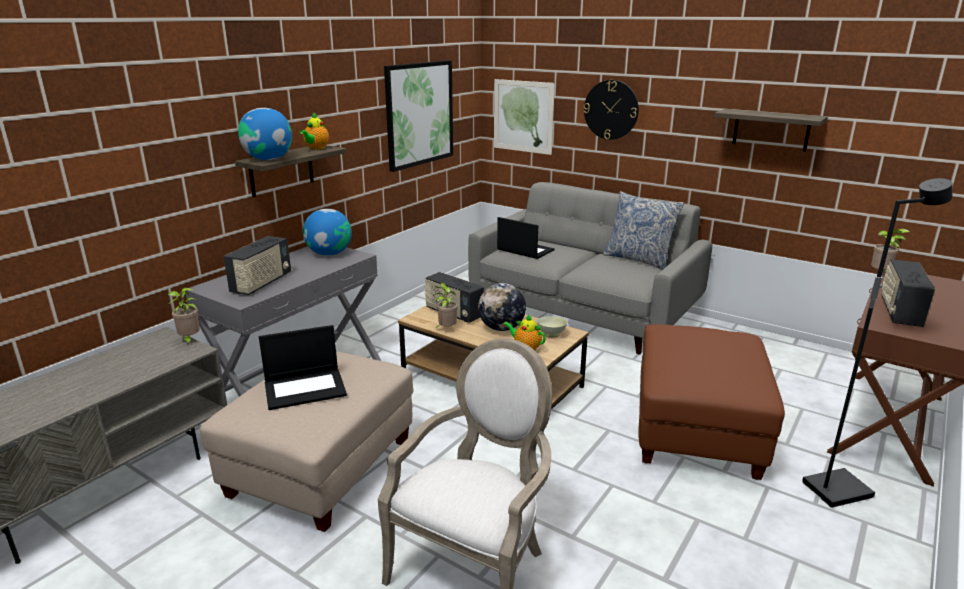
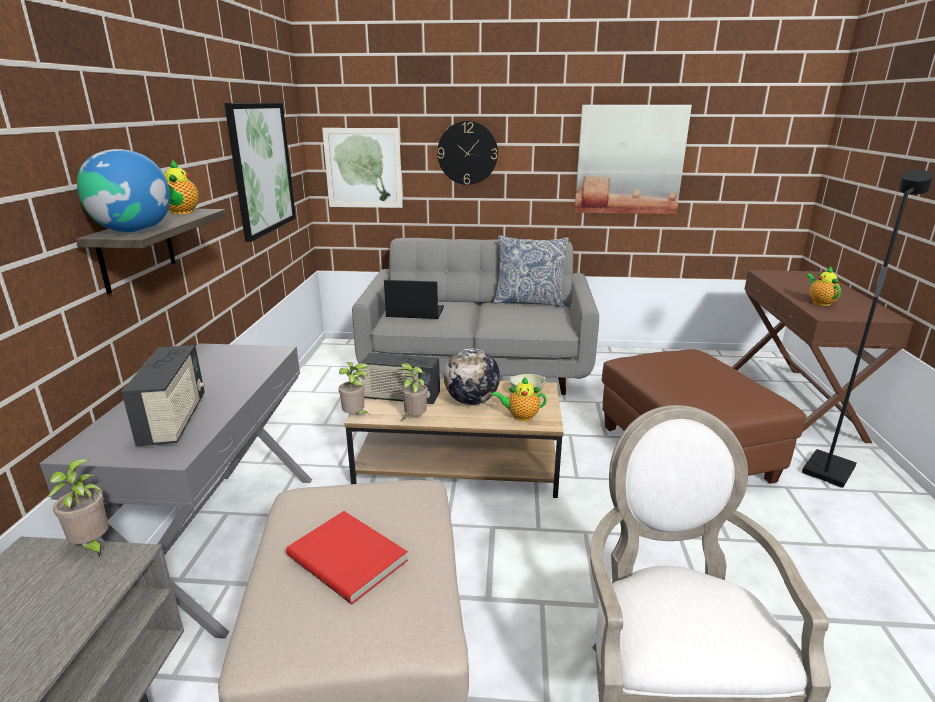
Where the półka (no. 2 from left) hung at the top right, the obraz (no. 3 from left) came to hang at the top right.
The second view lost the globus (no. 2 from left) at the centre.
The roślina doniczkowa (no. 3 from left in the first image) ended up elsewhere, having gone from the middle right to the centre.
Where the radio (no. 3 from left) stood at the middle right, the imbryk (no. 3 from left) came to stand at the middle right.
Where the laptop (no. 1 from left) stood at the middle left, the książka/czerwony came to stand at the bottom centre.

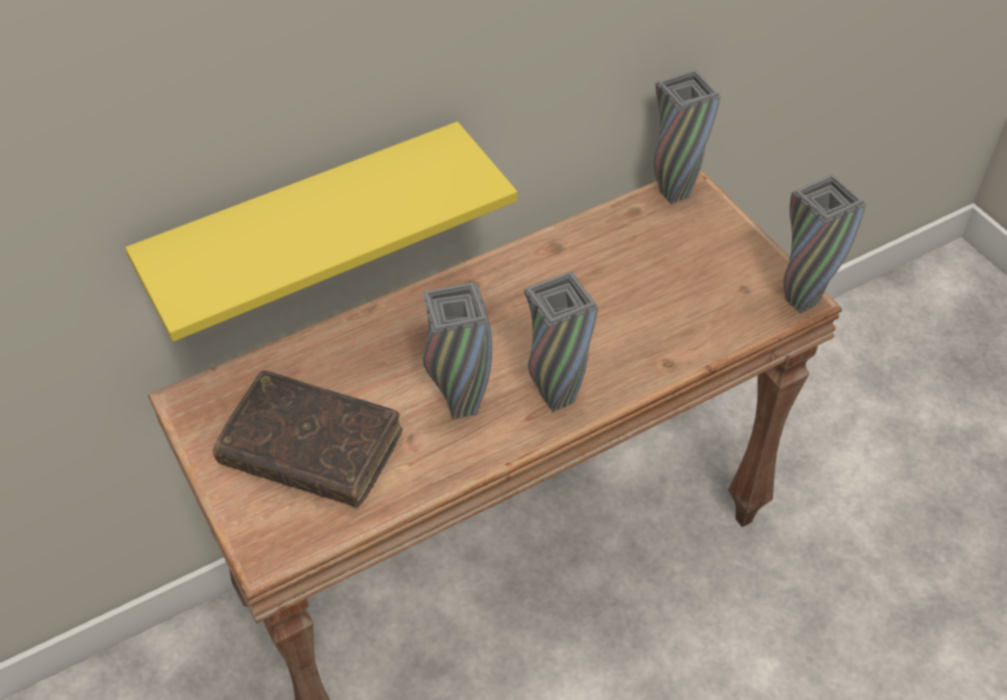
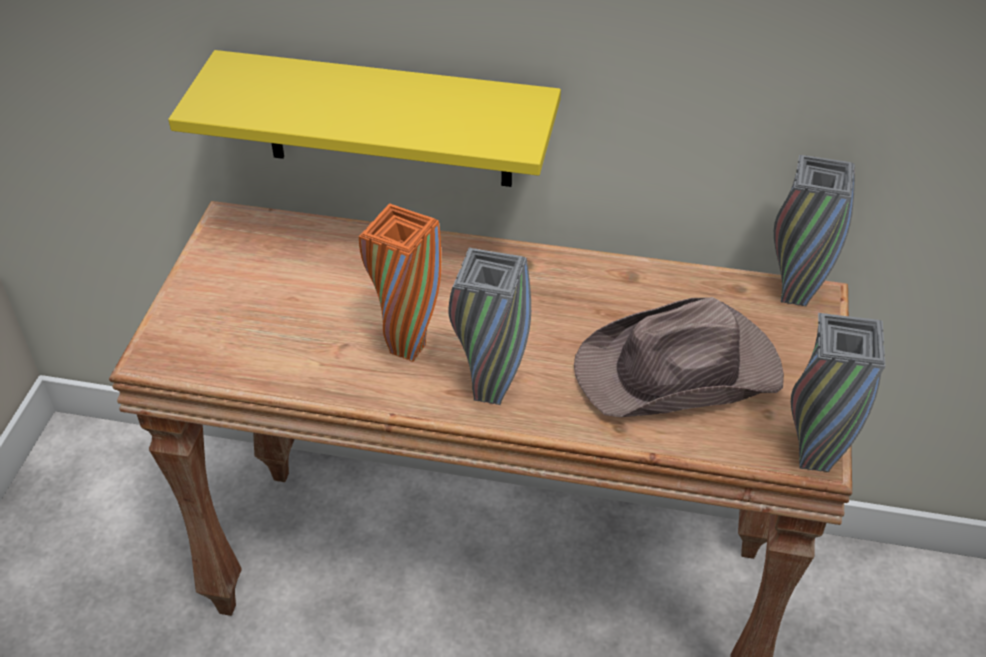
What was the wazon/szary (no. 1 from left) at the centre turned into the wazon/pomarańczowy at the centre.
The second view lost the książka/brązowy at the middle left.
The second view gained the kapelusz/brązowy at the middle right.

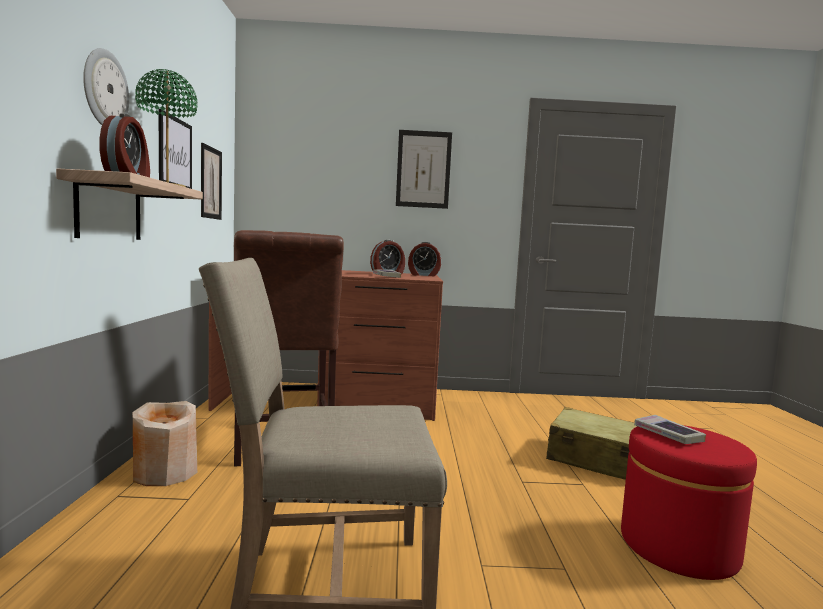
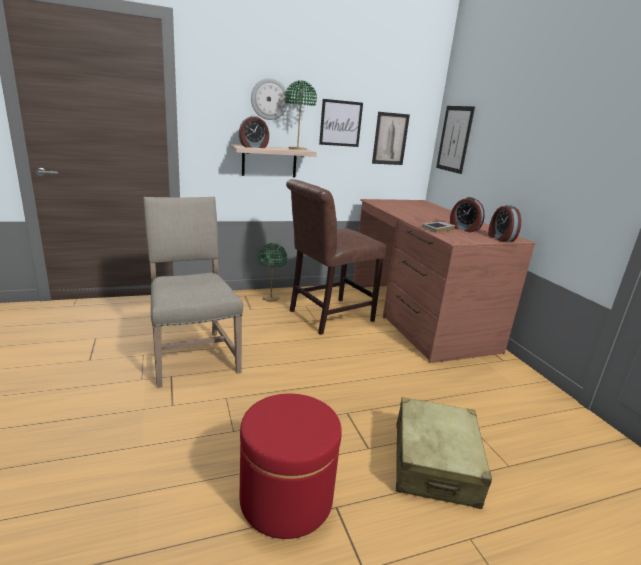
The obraz (no. 3 from left) ended up elsewhere, having gone from the top centre to the top right.
Where the wazon/beżowy stood at the bottom left, the lampa stołowa/zielony (no. 1 from left) came to stand at the centre.
The second view lost the książka (no. 2 from left) at the bottom right.

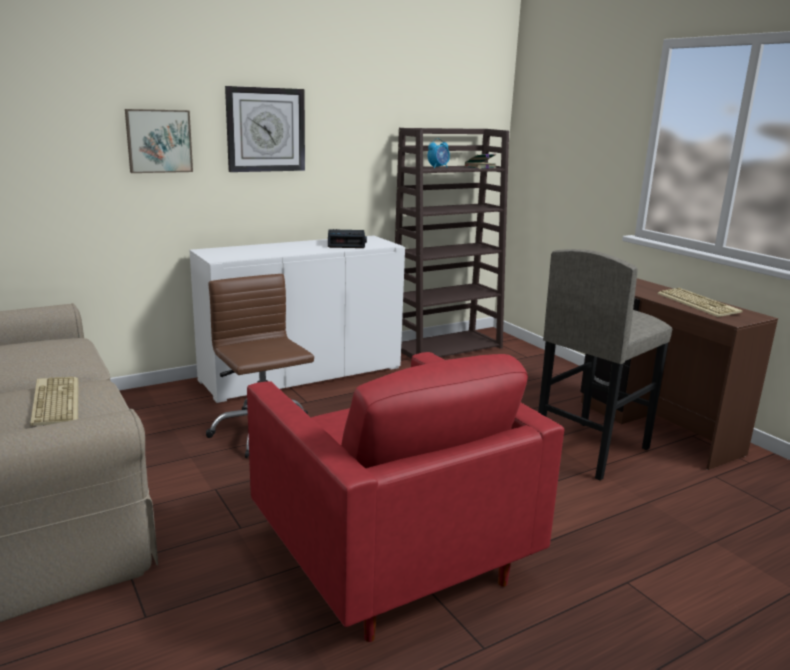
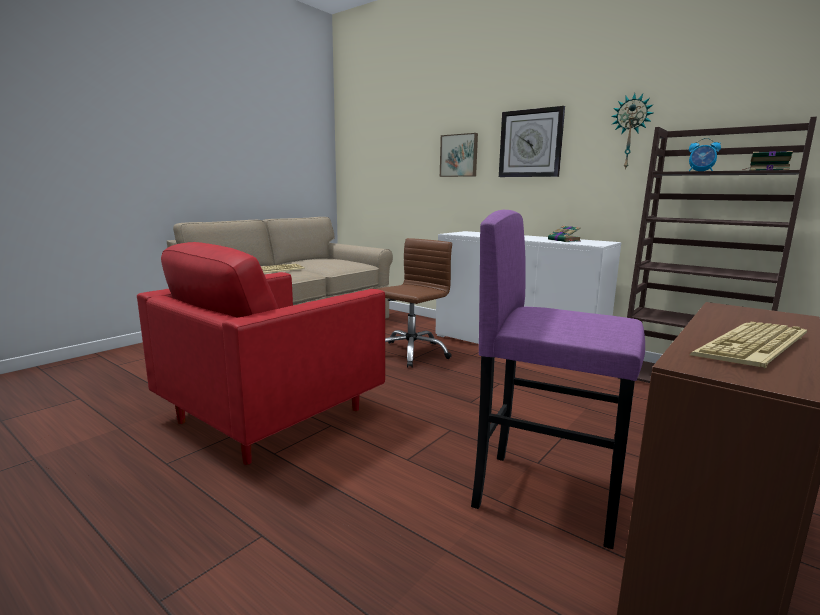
Where the budzik (no. 1 from left) stood at the centre, the książka (no. 1 from left) came to stand at the middle right.
What was the stołek/szary at the middle right turned into the stołek/fioletowy at the middle right.
The second view gained the zegar ścienny (no. 2 from left) at the top right.

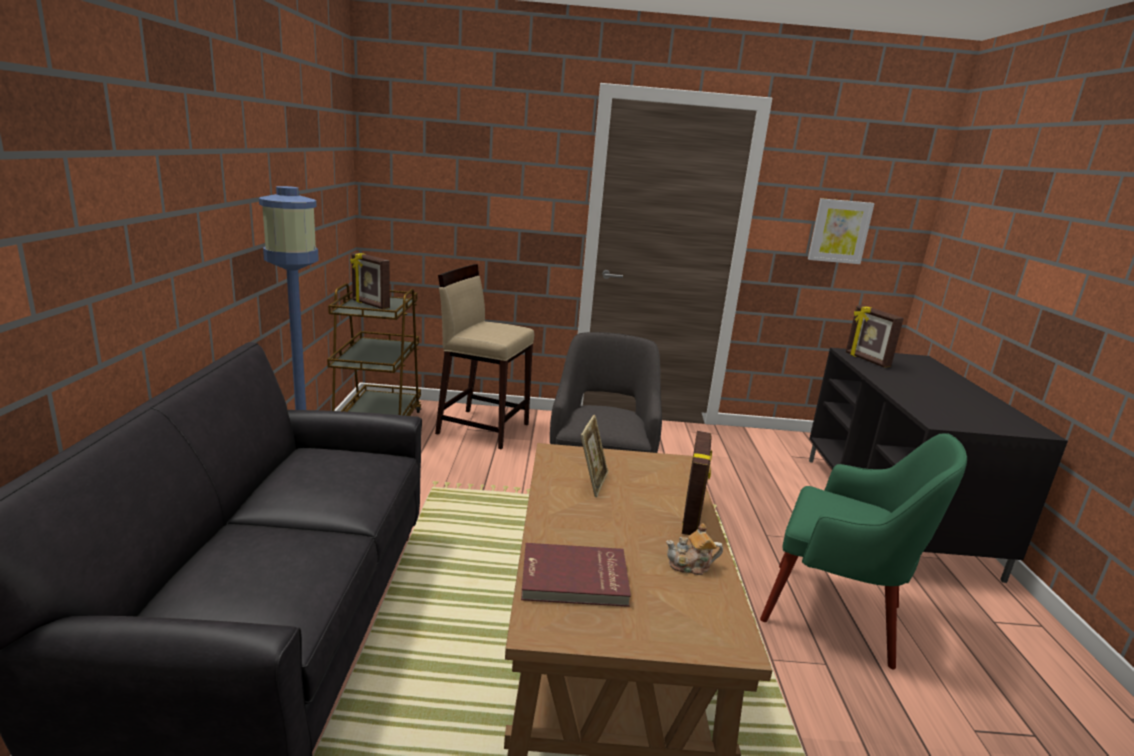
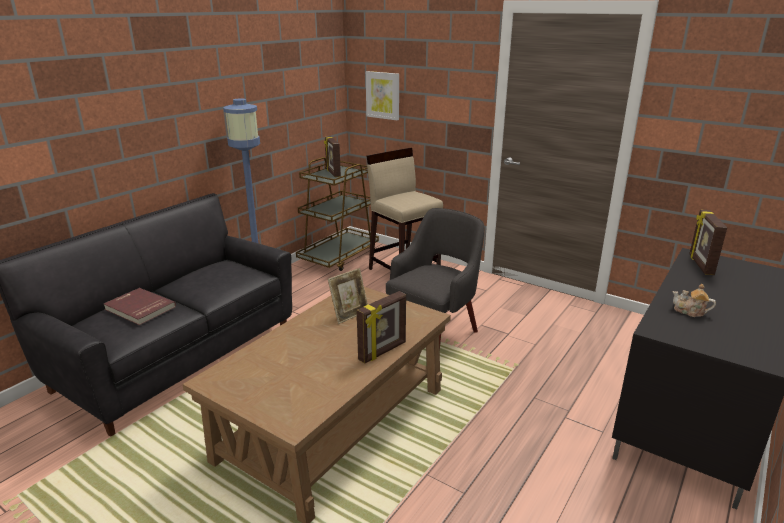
The obraz ended up elsewhere, having gone from the top right to the top centre.
The second view lost the fotel/zielony at the bottom right.
The imbryk ended up elsewhere, having gone from the bottom centre to the middle right.
The książka/czerwony ended up elsewhere, having gone from the bottom centre to the middle left.

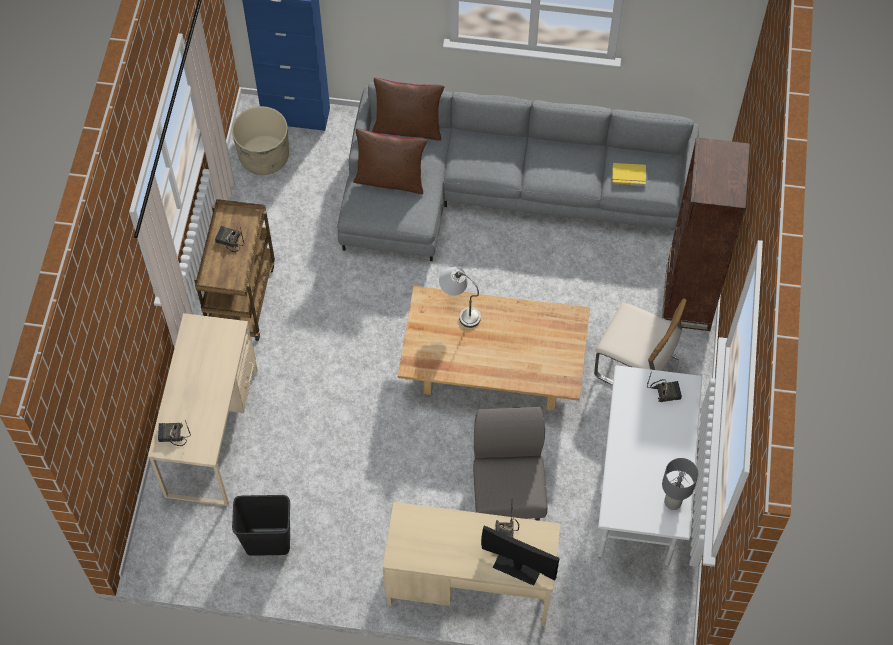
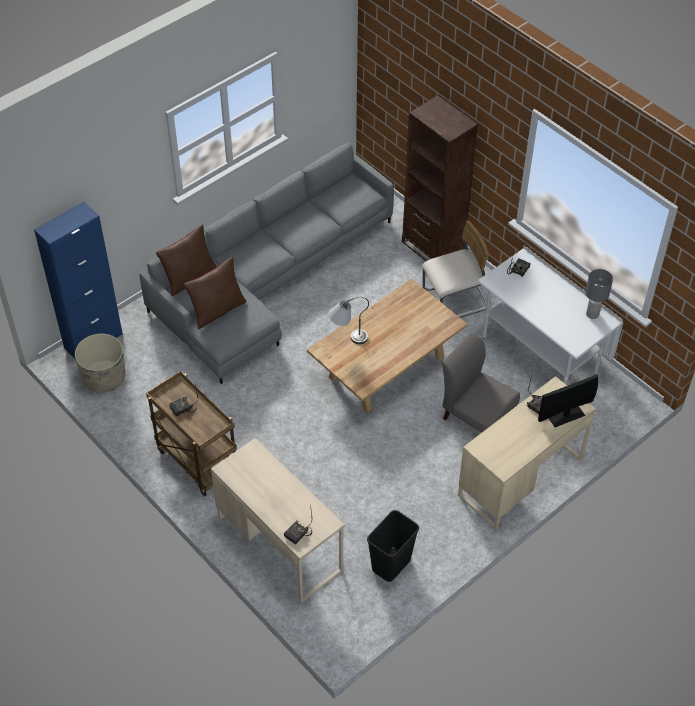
The second view lost the książka/żółty at the top right.

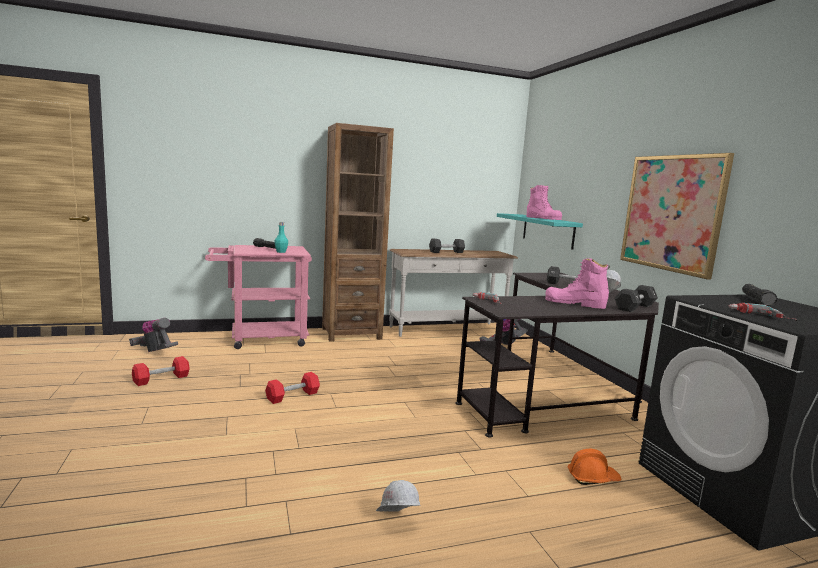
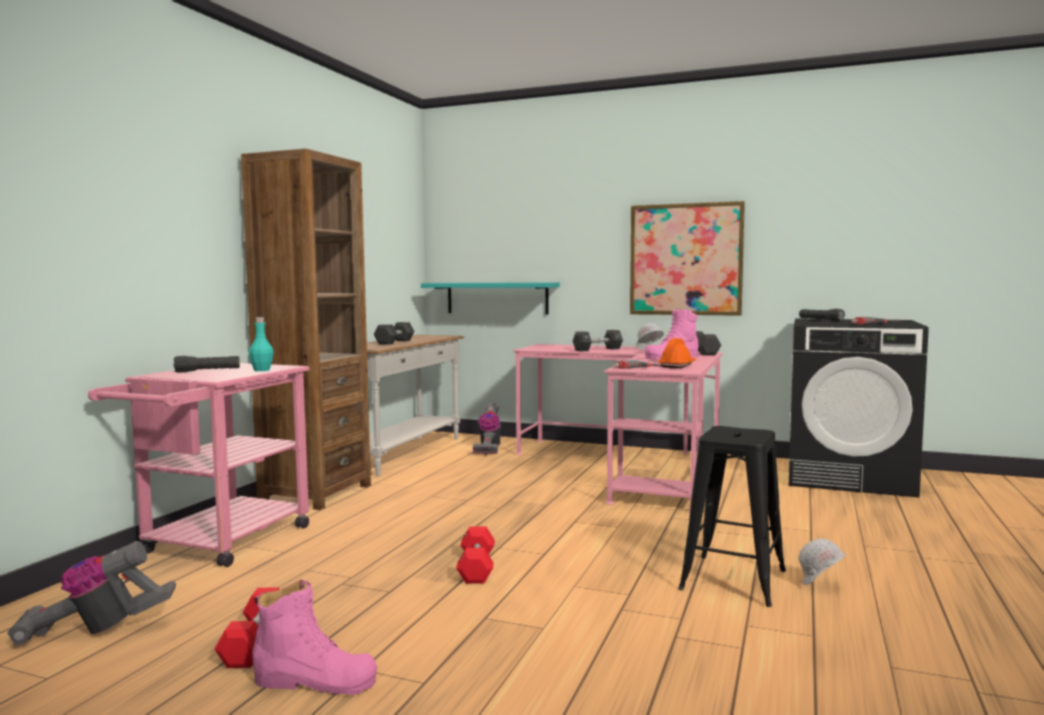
The but z cholewką/różowy (no. 1 from left) ended up elsewhere, having gone from the centre to the bottom left.
What was the biurko/czarny at the middle right turned into the biurko/różowy at the centre.
The kask/pomarańczowy ended up elsewhere, having gone from the bottom right to the centre.
The second view gained the stołek/czarny at the bottom right.

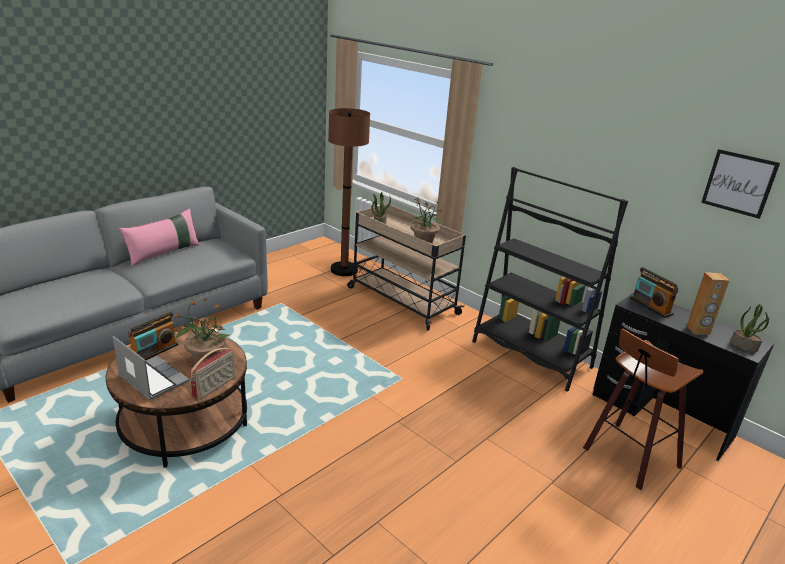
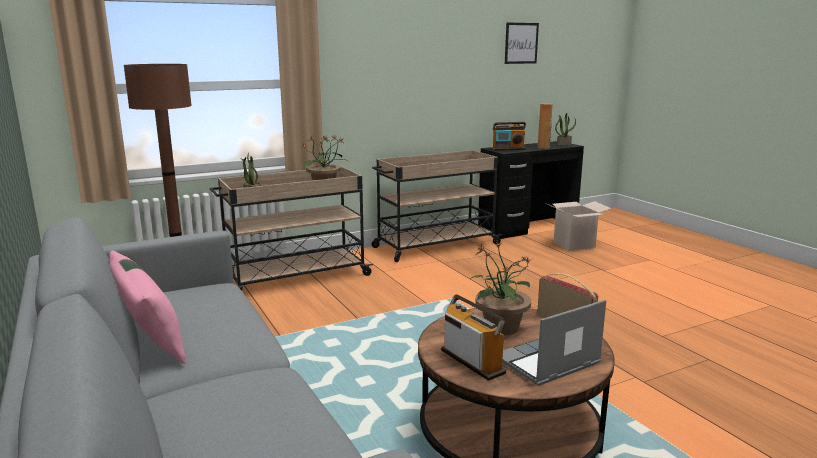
Where the regał/czarny stood at the middle right, the wózek/beżowy (no. 2 from left) came to stand at the centre.
Where the stołek stood at the bottom right, the karton came to stand at the middle right.

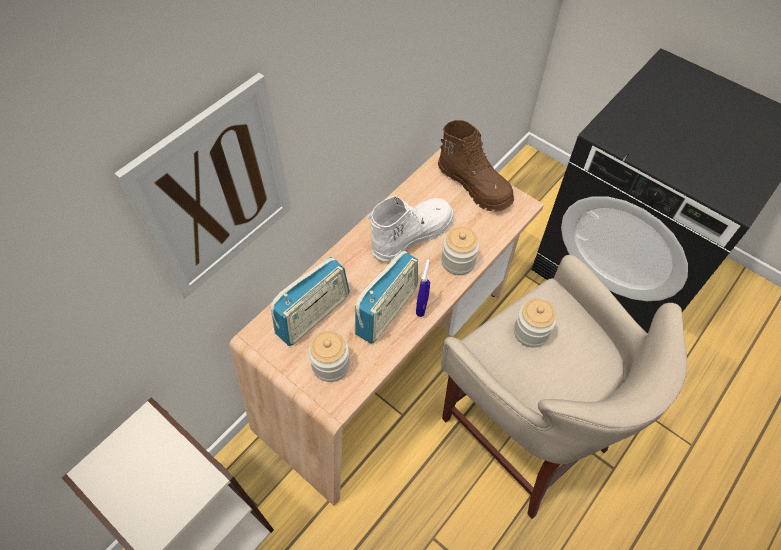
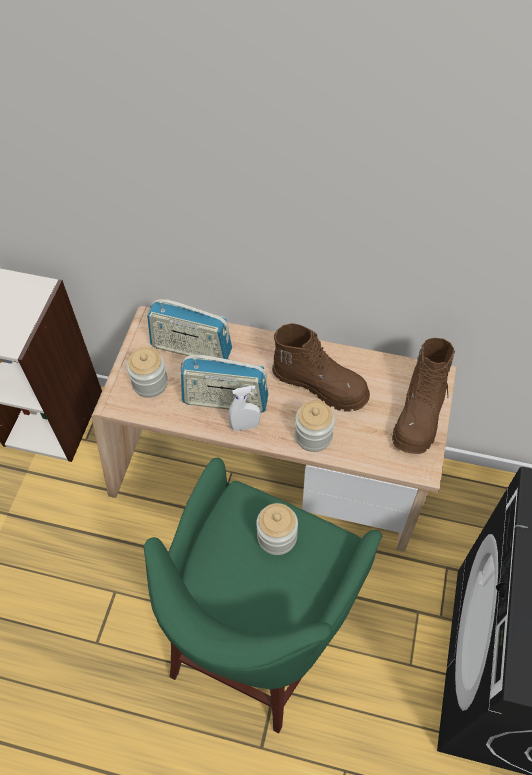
The second view lost the obraz at the middle left.
What was the but z cholewką/biały at the centre turned into the but z cholewką/brązowy (no. 1 from left) at the centre.
What was the stołek/beżowy at the bottom right turned into the stołek/zielony at the bottom centre.
What was the spryskiwacz/niebieski at the centre turned into the spryskiwacz/biały at the centre.

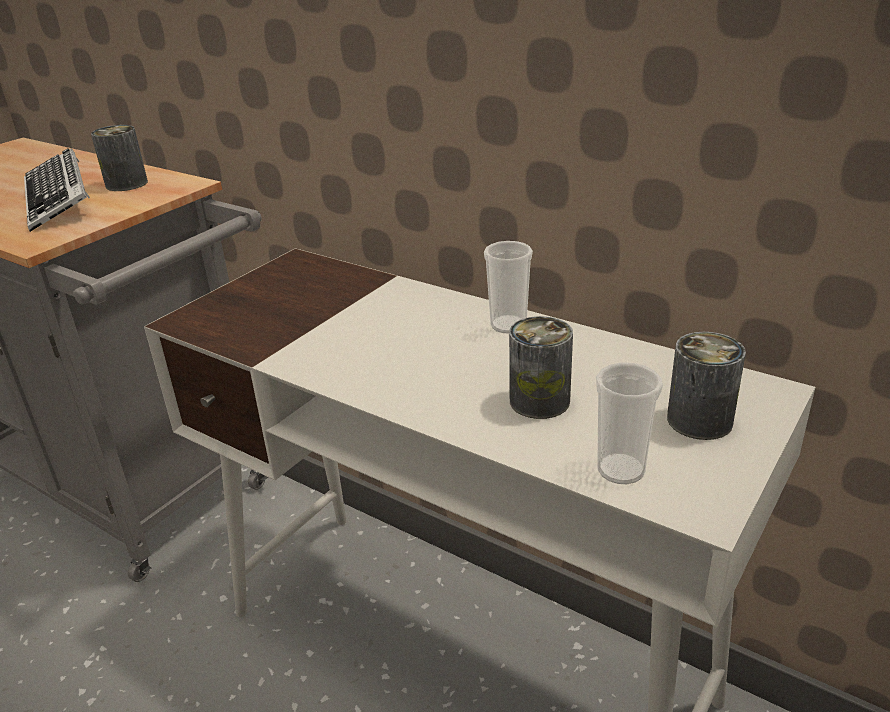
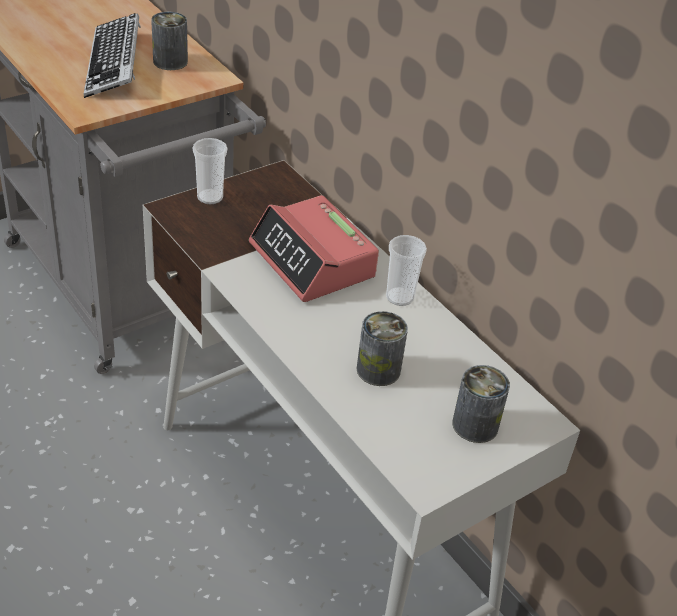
The filiżanka (no. 2 from left in the first image) ended up elsewhere, having gone from the middle right to the top left.
The second view gained the budzik at the centre.

